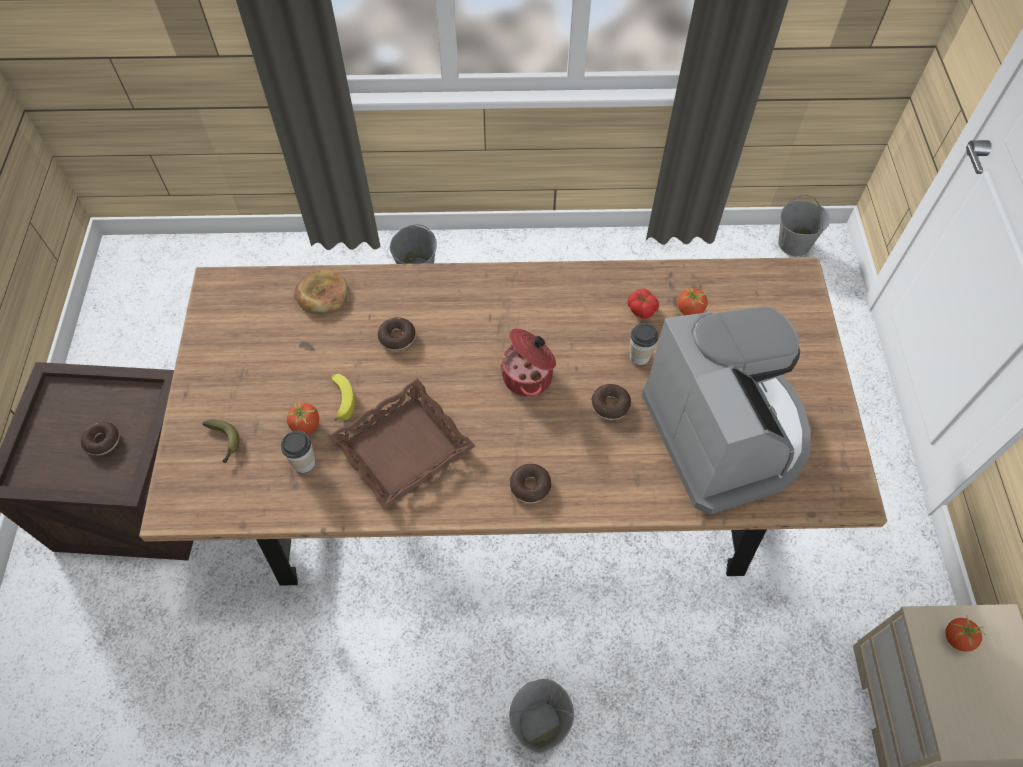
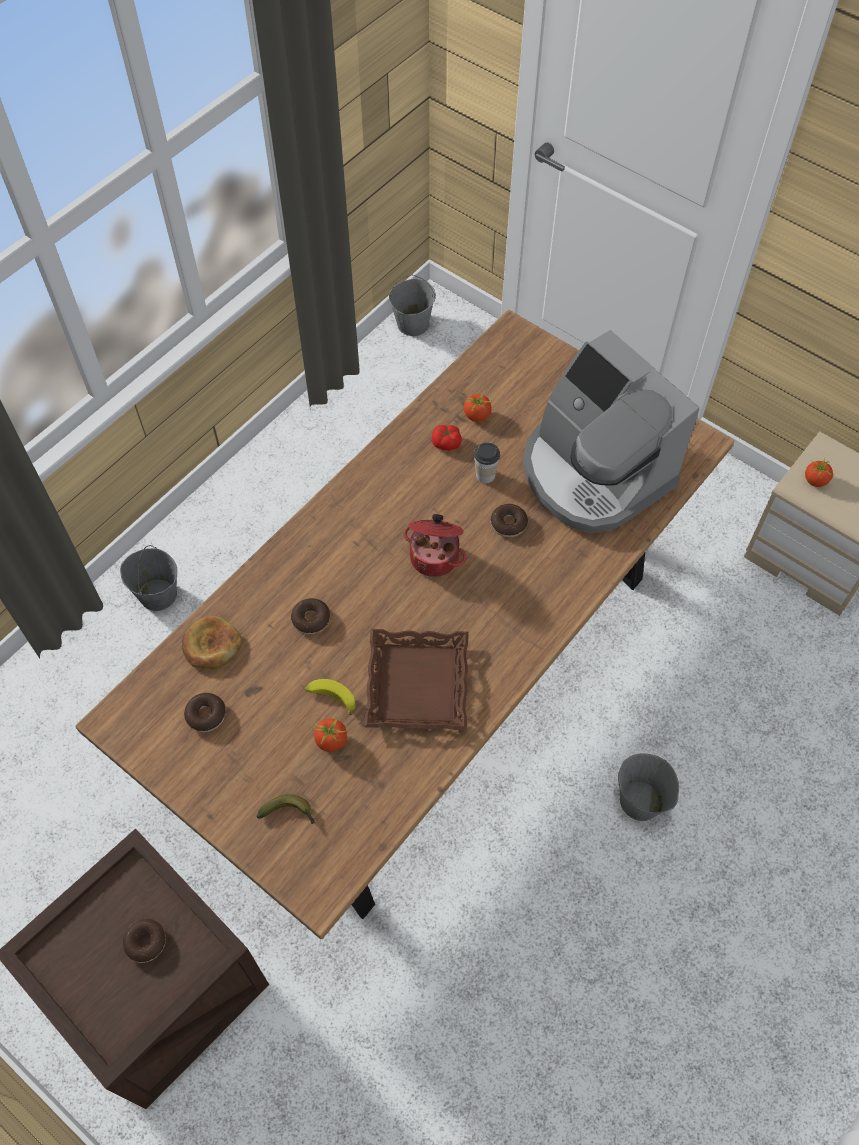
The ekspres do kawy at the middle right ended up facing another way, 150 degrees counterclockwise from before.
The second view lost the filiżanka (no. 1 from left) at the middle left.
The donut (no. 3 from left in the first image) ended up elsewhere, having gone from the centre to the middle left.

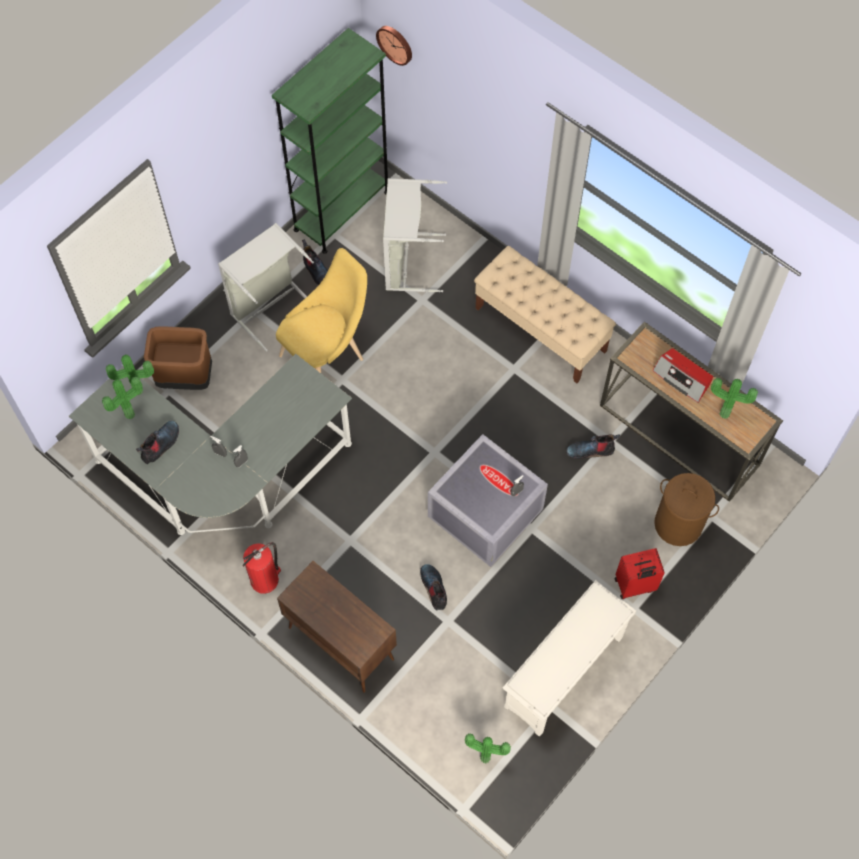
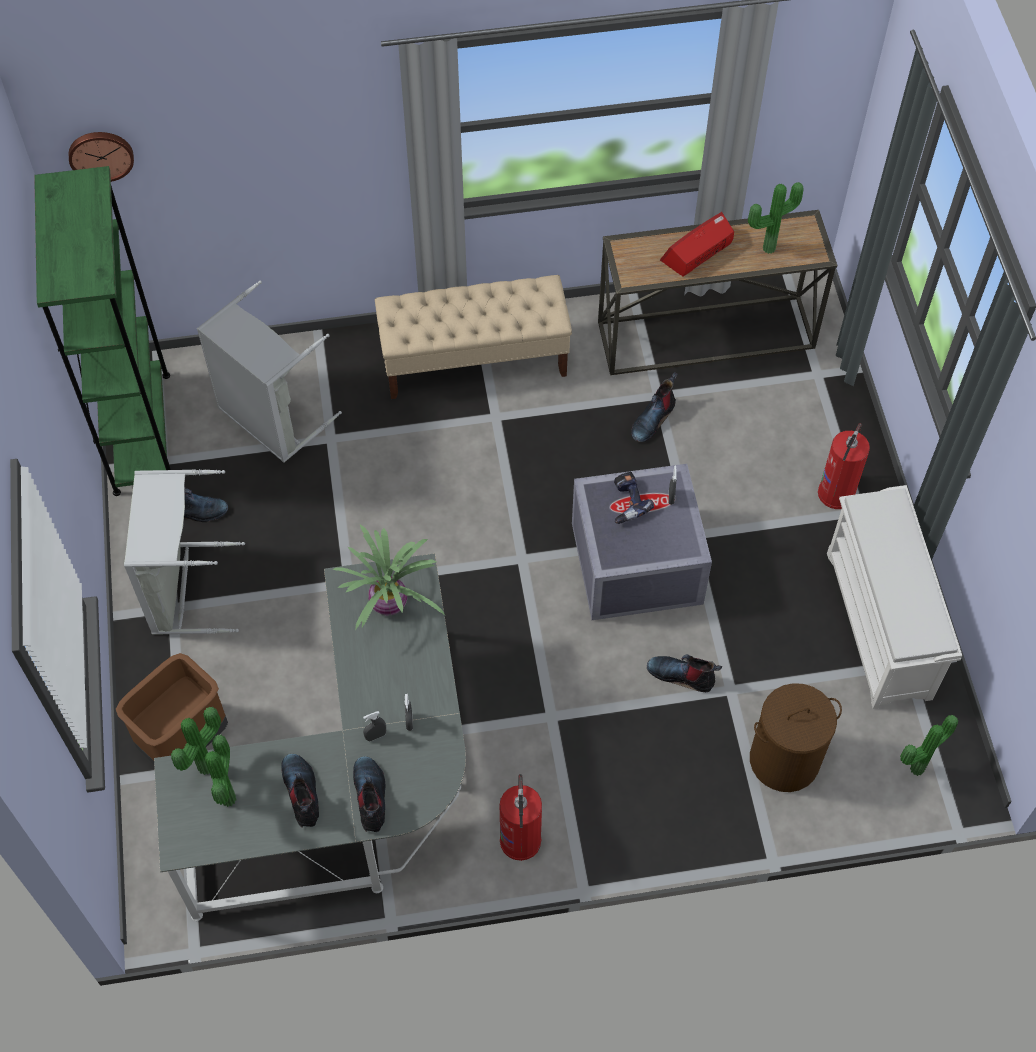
The second view lost the krzesło/żółty at the centre.
The radio at the middle right ended up facing another way, 150 degrees clockwise from before.
The kosz na pranie/brązowy ended up elsewhere, having gone from the middle right to the bottom right.
Where the walizka/czerwony stood at the bottom right, the gaśnica (no. 2 from left) came to stand at the middle right.
The second view lost the szafka/brązowy at the bottom centre.
The second view gained the wiertarka at the centre.
The second view gained the roślina doniczkowa (no. 3 from left) at the centre.
The second view gained the but z cholewką (no. 3 from left) at the bottom centre.

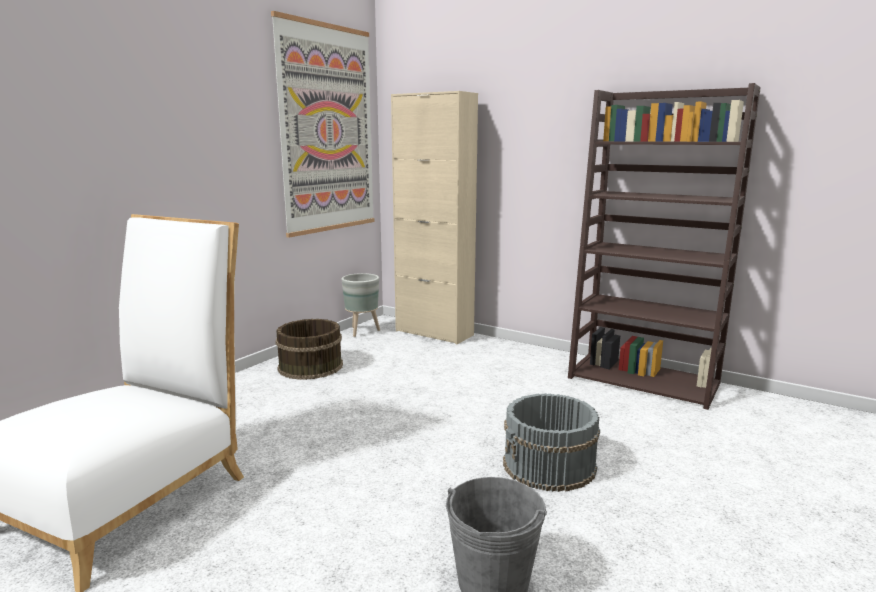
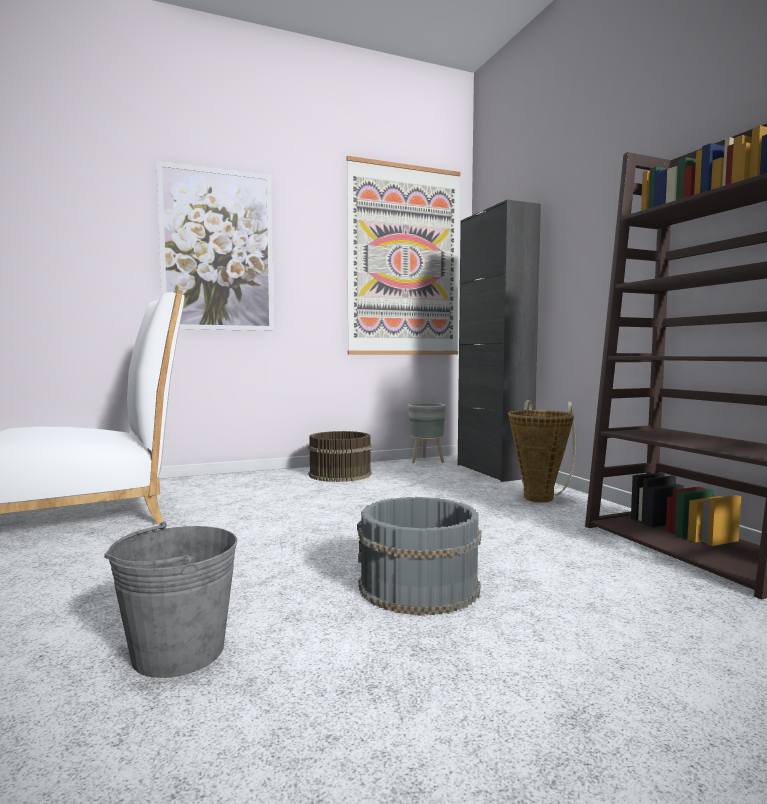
What was the szafka/beżowy at the centre turned into the szafka/czarny at the centre.
The second view gained the obraz (no. 1 from left) at the top left.
The second view gained the koszyk at the middle right.

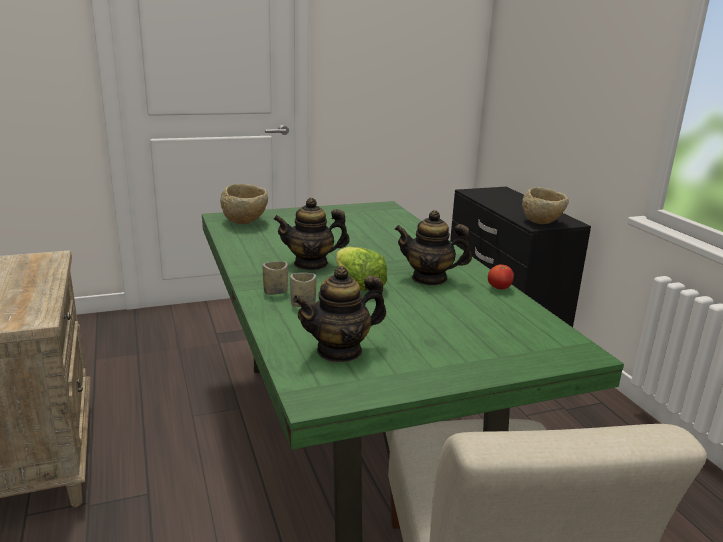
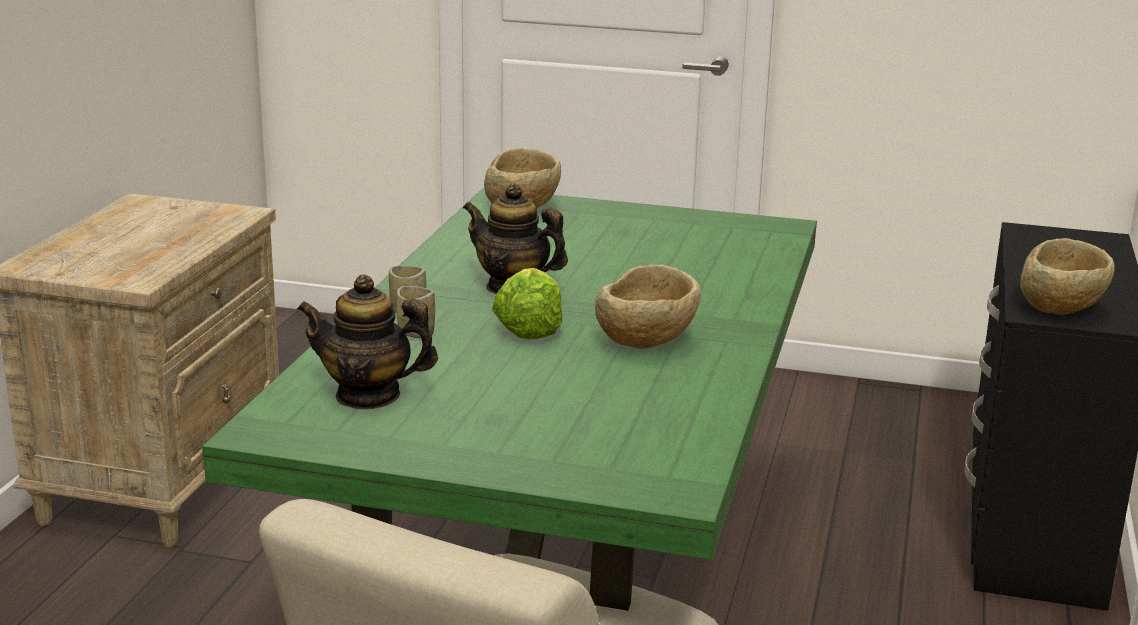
Where the imbryk (no. 3 from left) stood at the centre, the miska/beżowy (no. 2 from left) came to stand at the centre.
The second view lost the pomidor at the middle right.

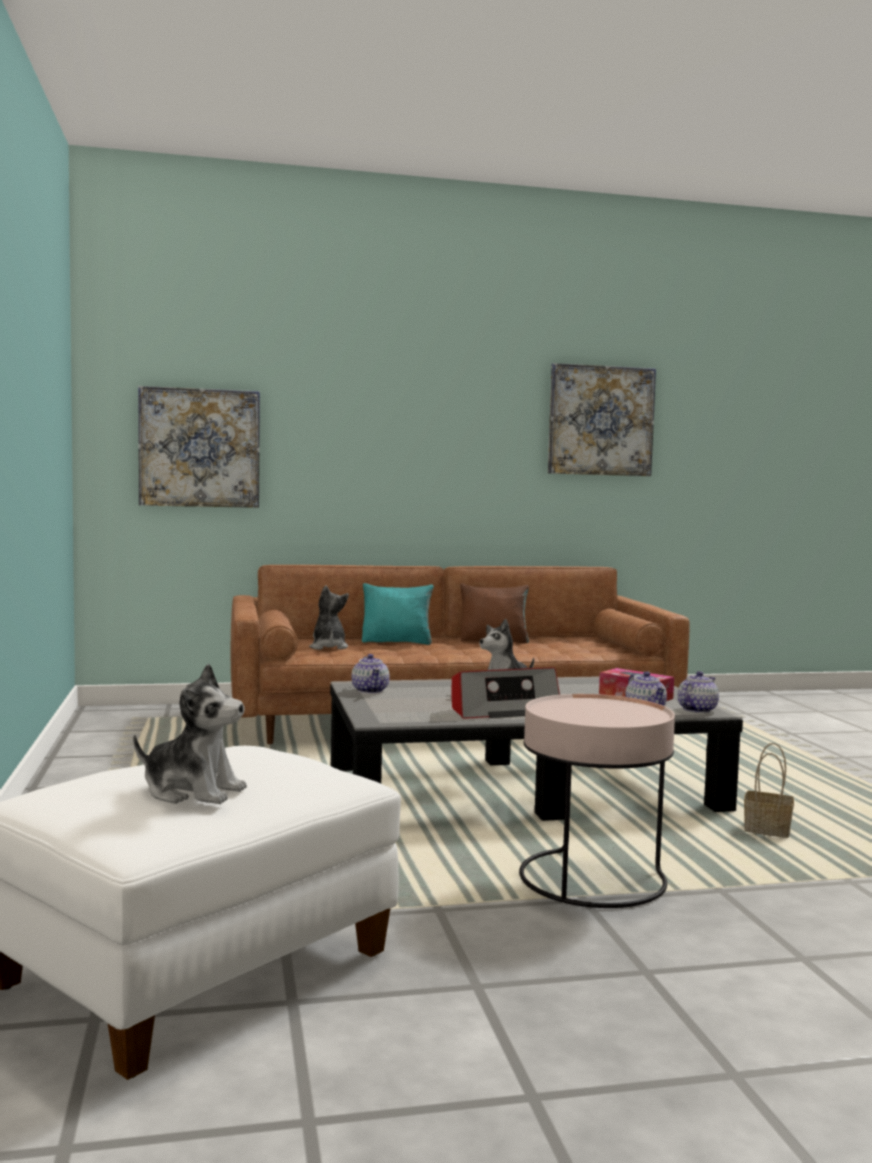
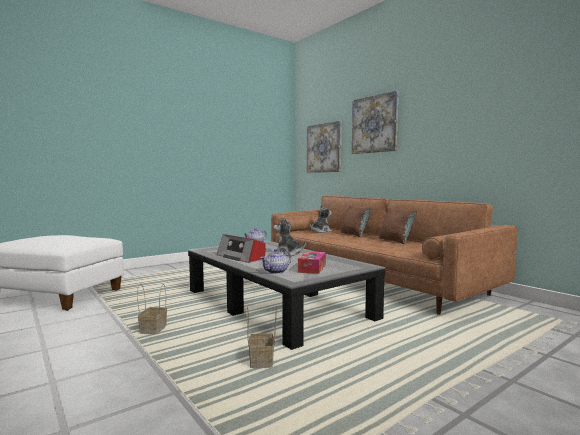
The obraz (no. 2 from left) ended up elsewhere, having gone from the middle right to the top centre.
What was the poduszka/turkusowy at the centre turned into the poduszka/brązowy (no. 1 from left) at the centre.
The second view lost the pluszak (no. 1 from left) at the middle left.
The second view lost the imbryk (no. 3 from left) at the middle right.
Where the stolik/różowy stood at the bottom right, the koszyk (no. 1 from left) came to stand at the bottom left.

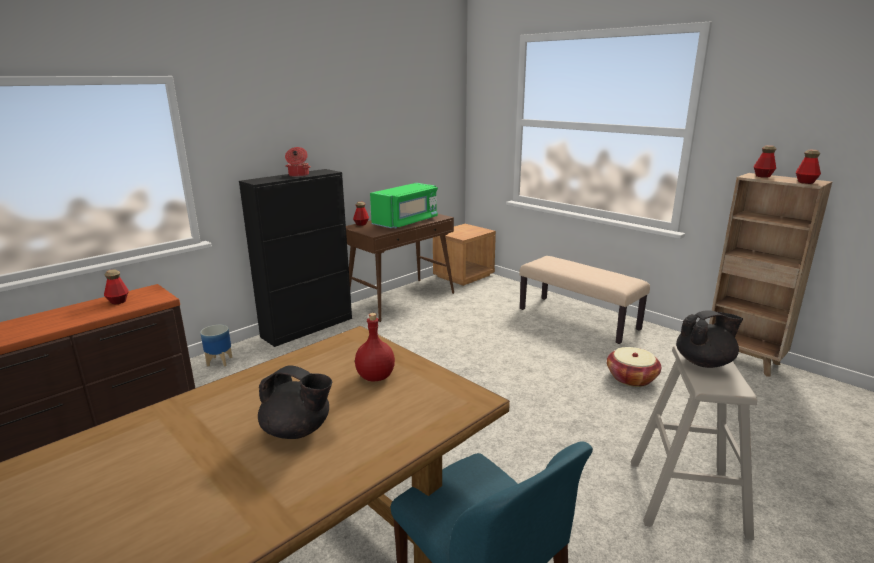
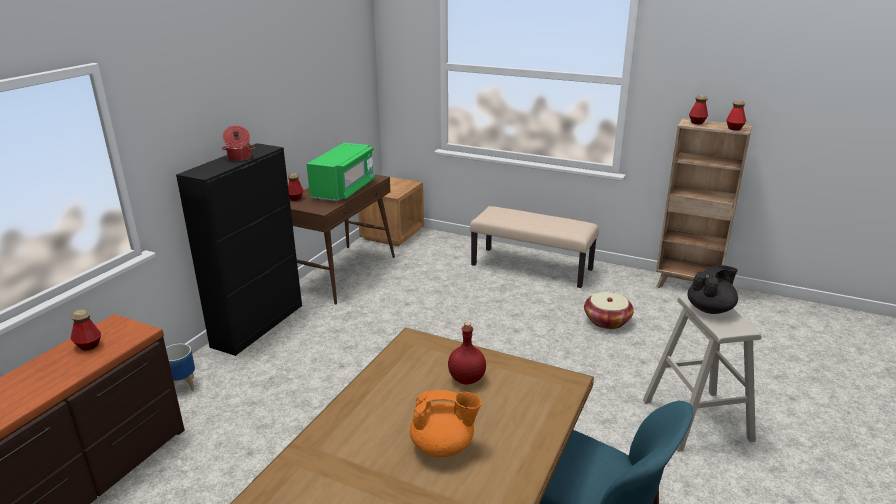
What was the imbryk/czarny (no. 1 from left) at the bottom centre turned into the imbryk/pomarańczowy at the bottom centre.

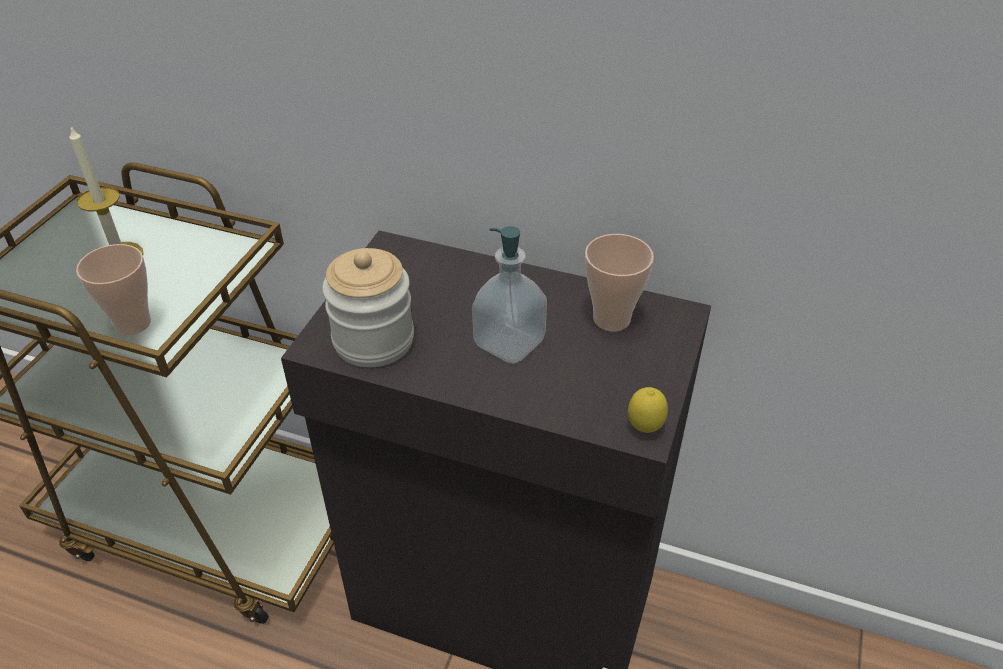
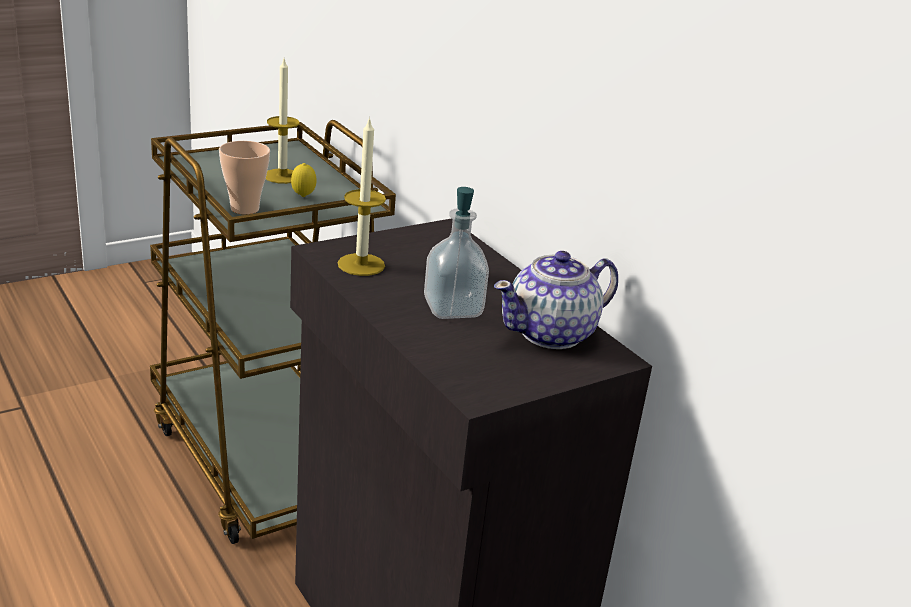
Where the filiżanka (no. 2 from left) stood at the centre, the imbryk came to stand at the centre.
Where the słoik stood at the centre, the świeca (no. 2 from left) came to stand at the top centre.
The cytryna ended up elsewhere, having gone from the centre to the top centre.

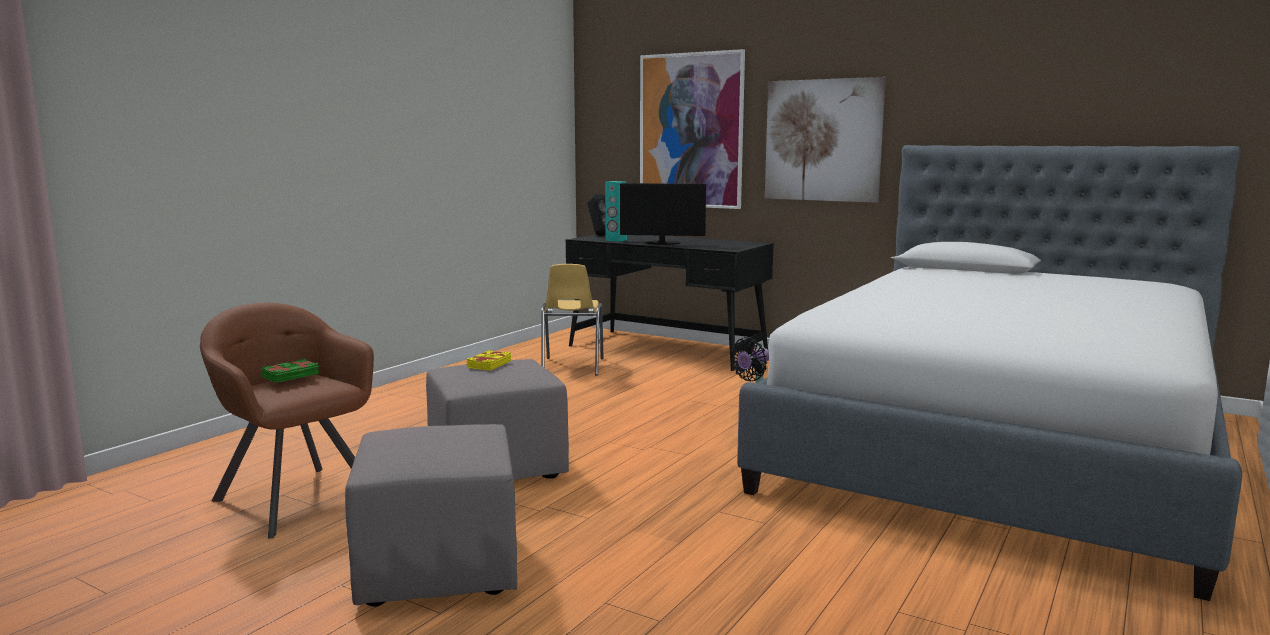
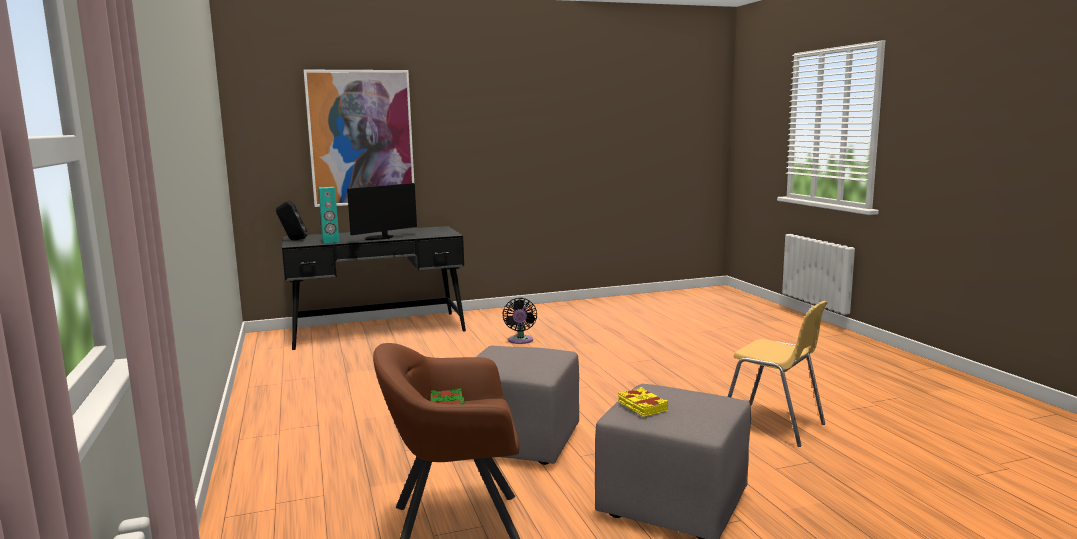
The second view lost the obraz (no. 2 from left) at the top centre.
The second view lost the łóżko at the middle right.
The krzesło/żółty ended up elsewhere, having gone from the centre to the bottom right.
The książka/żółty ended up elsewhere, having gone from the centre to the bottom centre.

